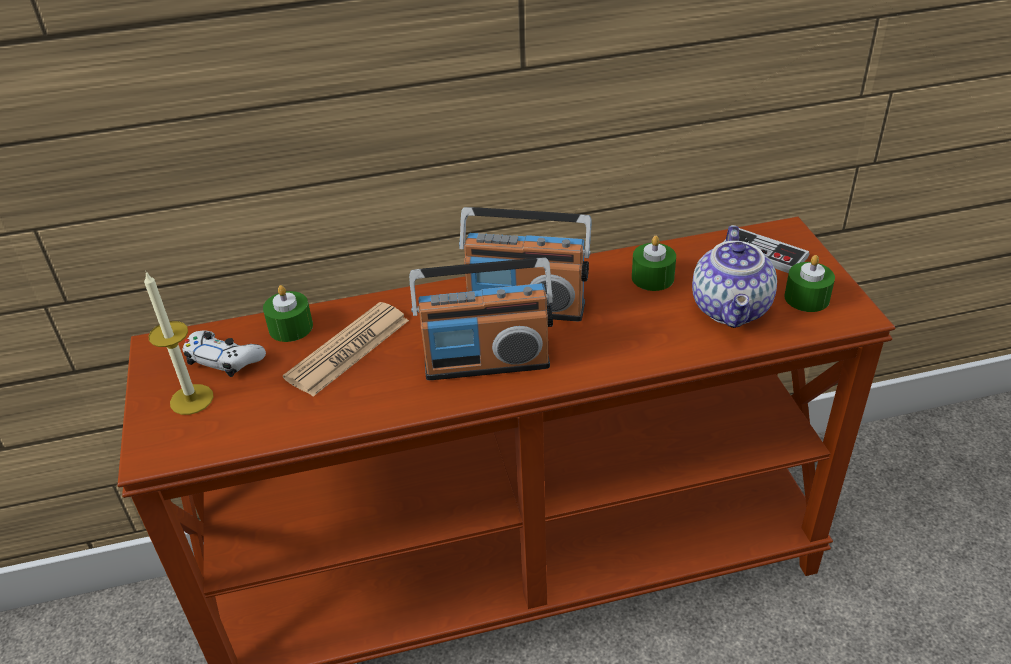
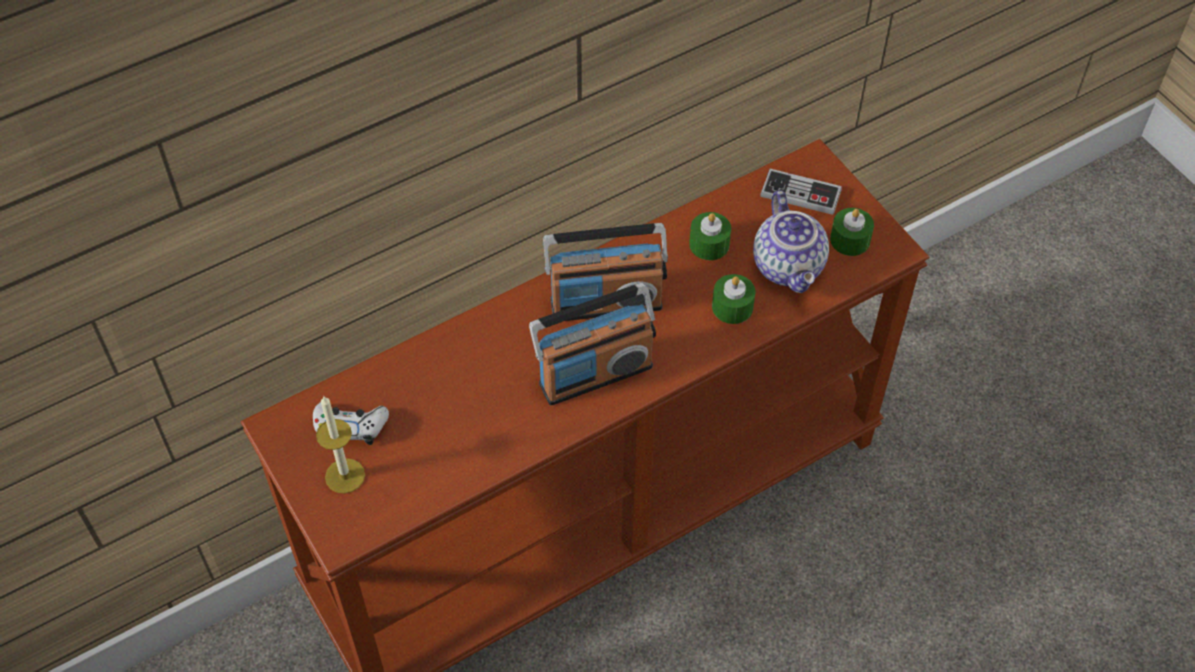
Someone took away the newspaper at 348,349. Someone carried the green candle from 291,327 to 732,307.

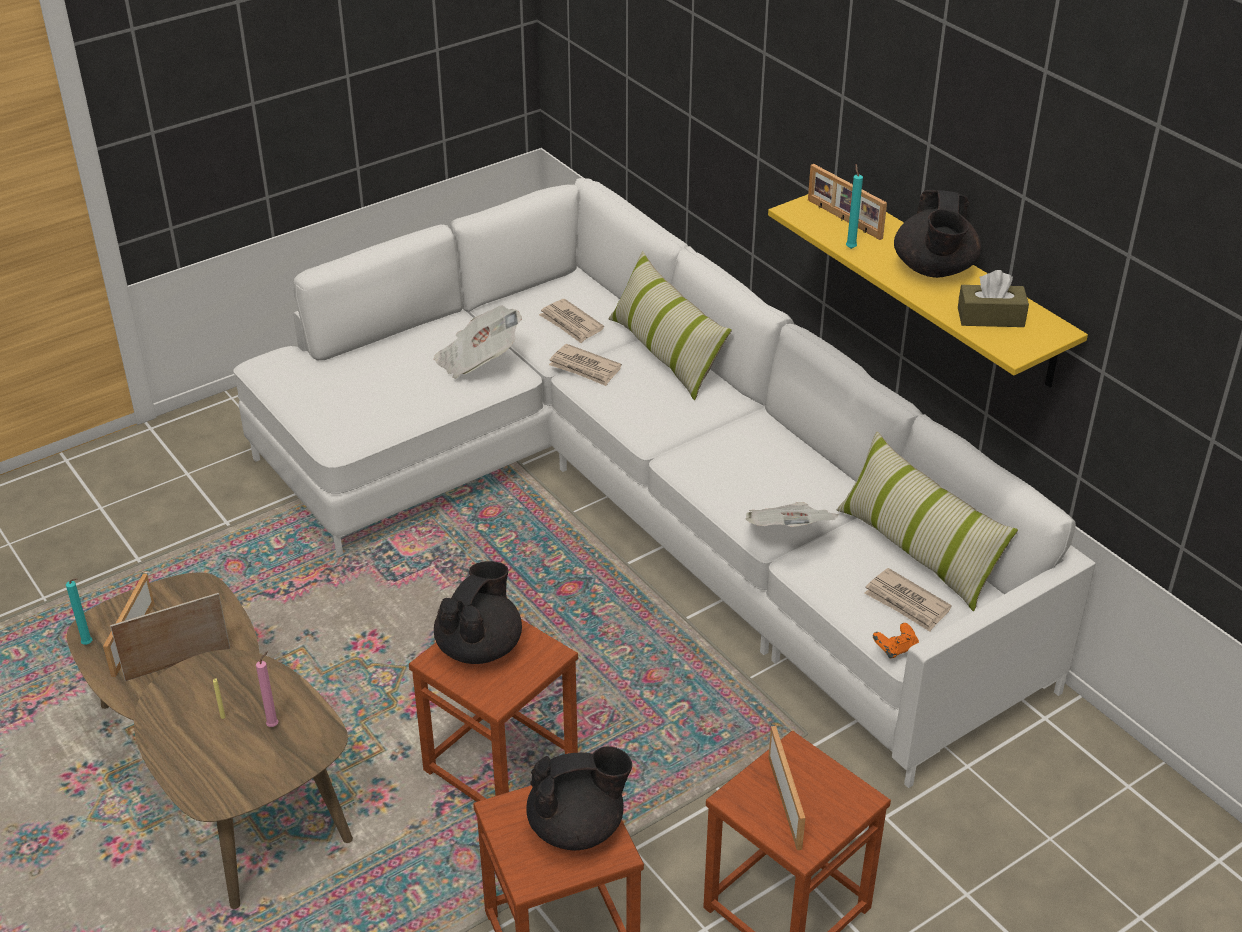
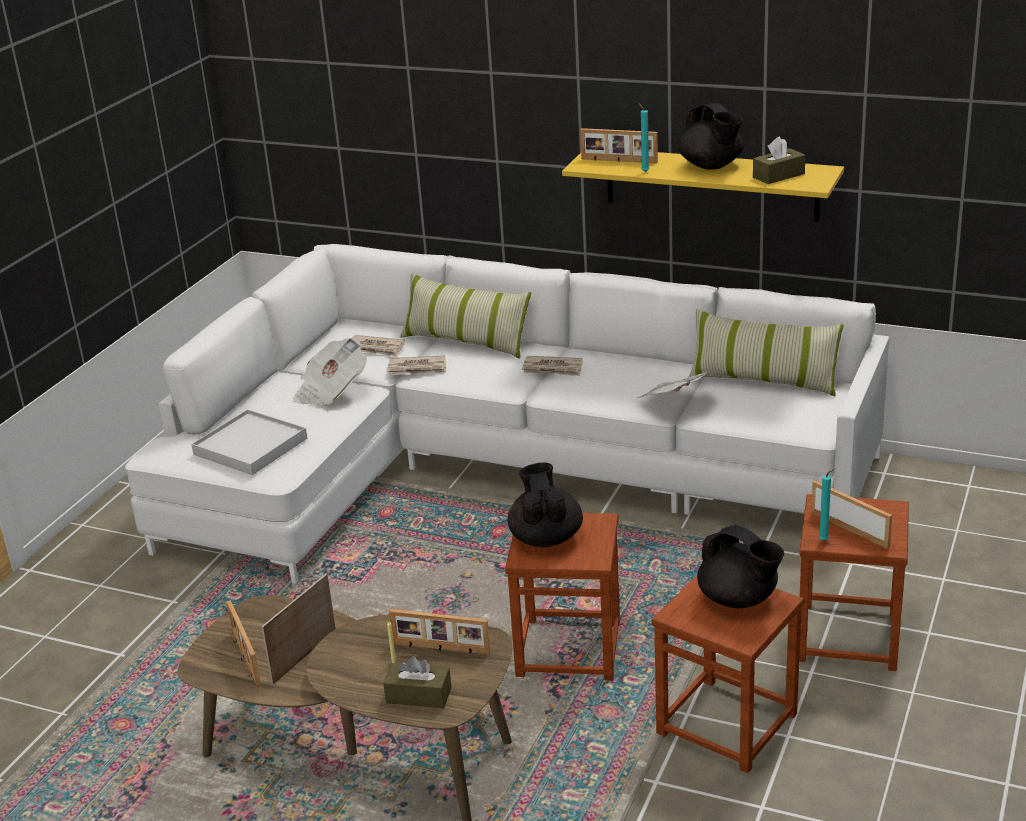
Someone took away the orange game controller at 895,649. Someone put down the white tray at 251,446. Someone put down the brown tissue box at 418,695. Someone carried the turquoise candle from 89,644 to 825,540. Someone carried the newspaper from 907,603 to 553,369. Someone swapped the pink candle at 274,724 for the picture frame at 440,649. Someone rotated the black teapot at 578,827 by 90 degrees clockwise.

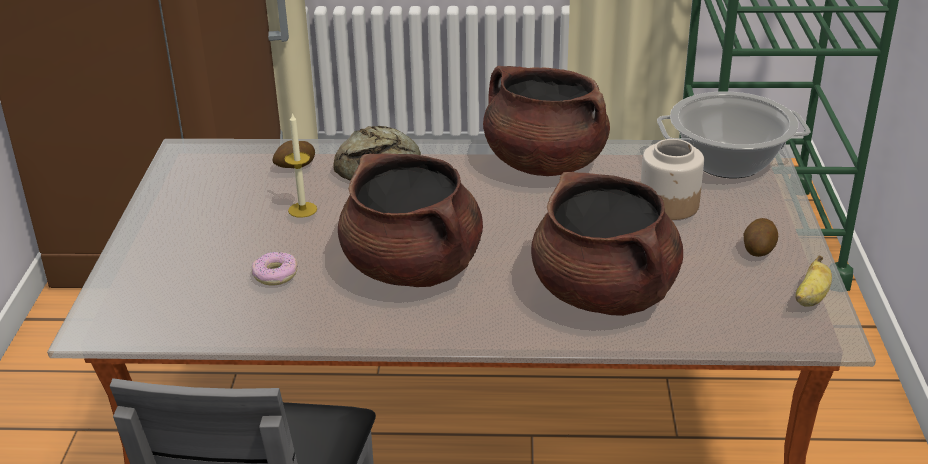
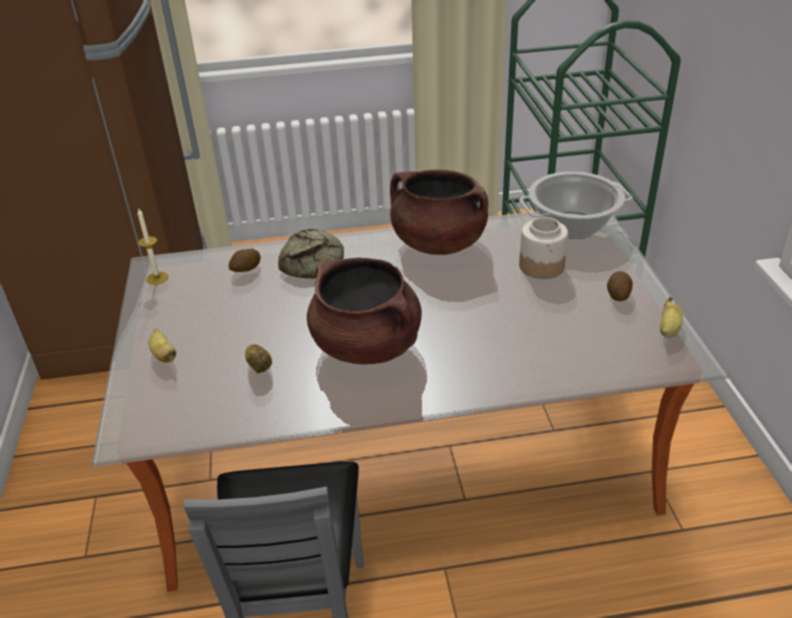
Someone took away the brown cooking pot at 605,294. Someone put down the banana at 164,355. Someone carried the candle from 302,210 to 157,278. Someone swapped the donut at 275,275 for the potato at 260,366.

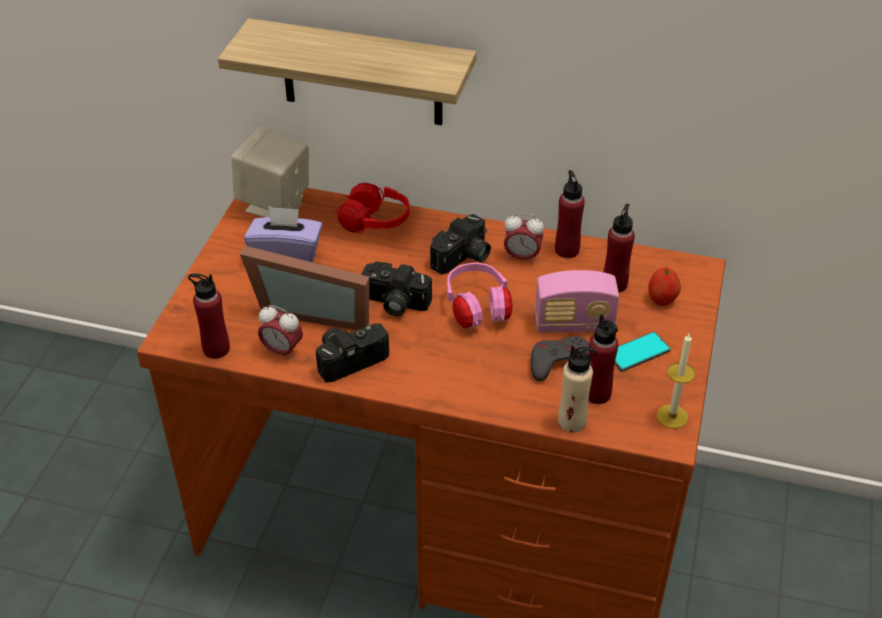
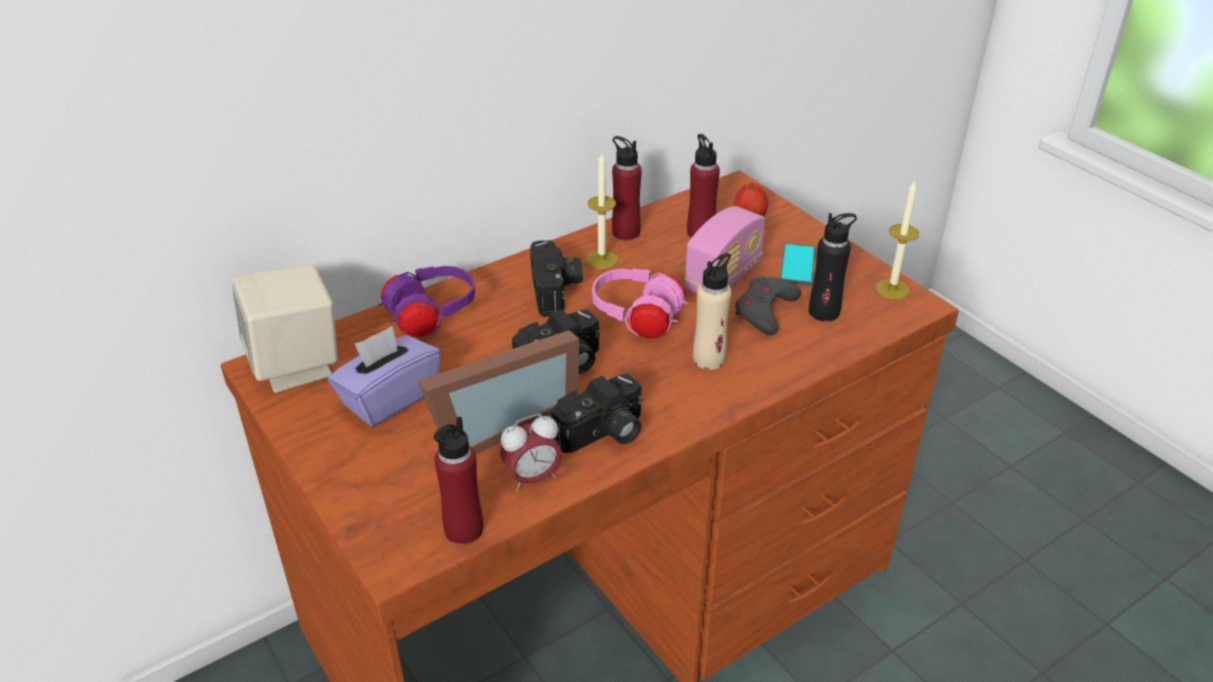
Someone took away the shelf at 362,73. Someone carried the beige bottle from 572,421 to 709,359. Someone swapped the alarm clock at 522,257 for the candle at 602,259. Someone repainted the red headphones at 374,224, which became the purple headphones at 431,317. Someone repainted the red bottle at 597,394, which became the black bottle at 824,312. Someone rotated the photo camera at 350,358 by 135 degrees counterclockwise.

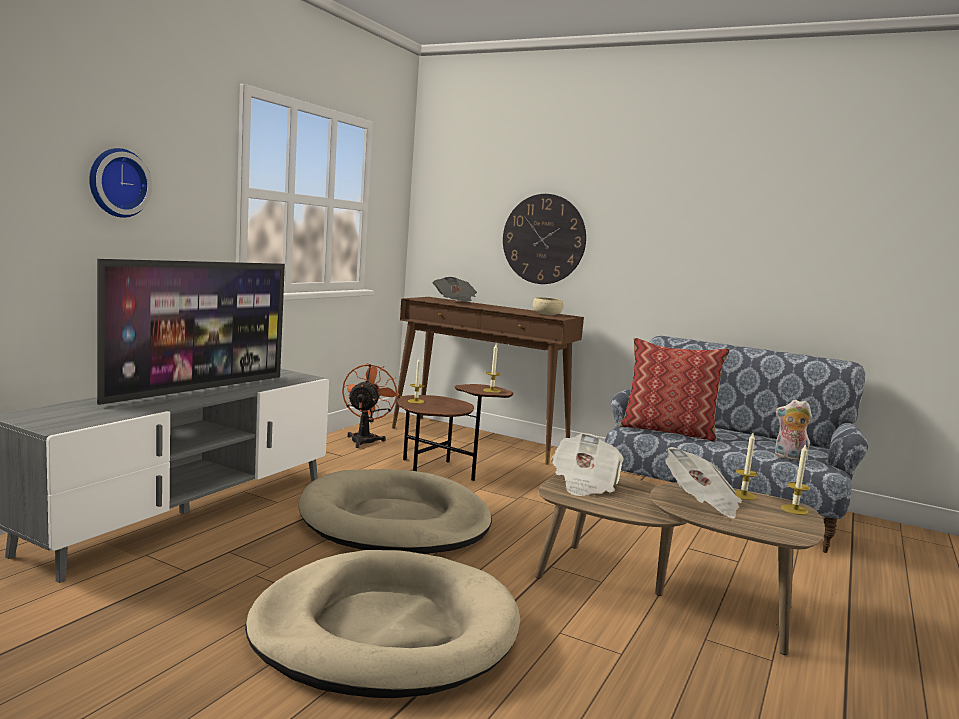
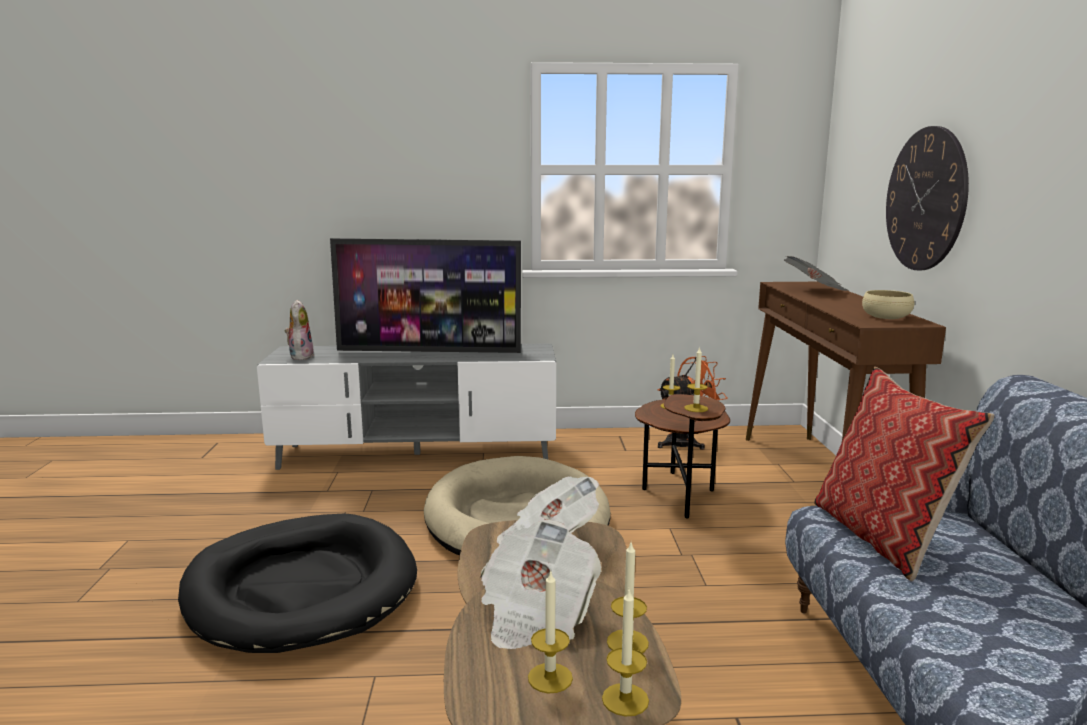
Someone took away the wall clock at 117,183. Someone put down the candle at 550,678. Someone carried the plush toy from 789,458 to 300,356. Someone repainted the beige dog bed at 385,631, which became the black dog bed at 301,588.

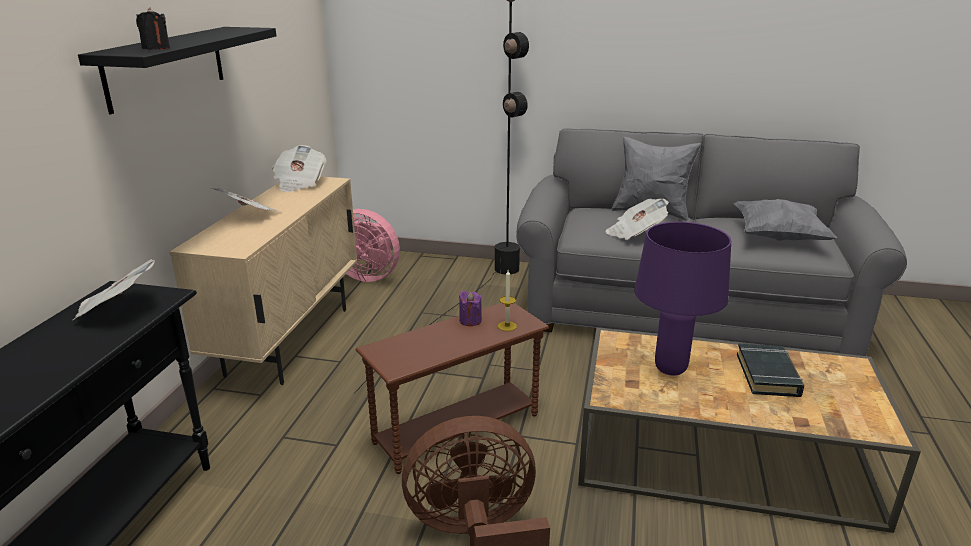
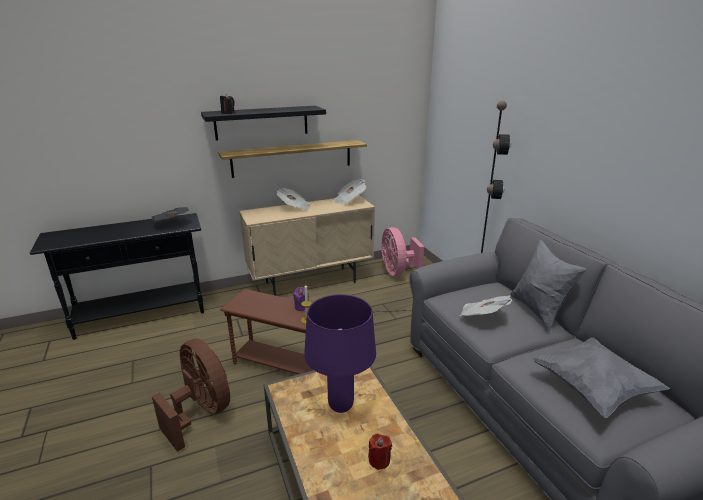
Someone put up the shelf at 292,158. Someone swapped the black book at 768,375 for the red candle at 379,460.

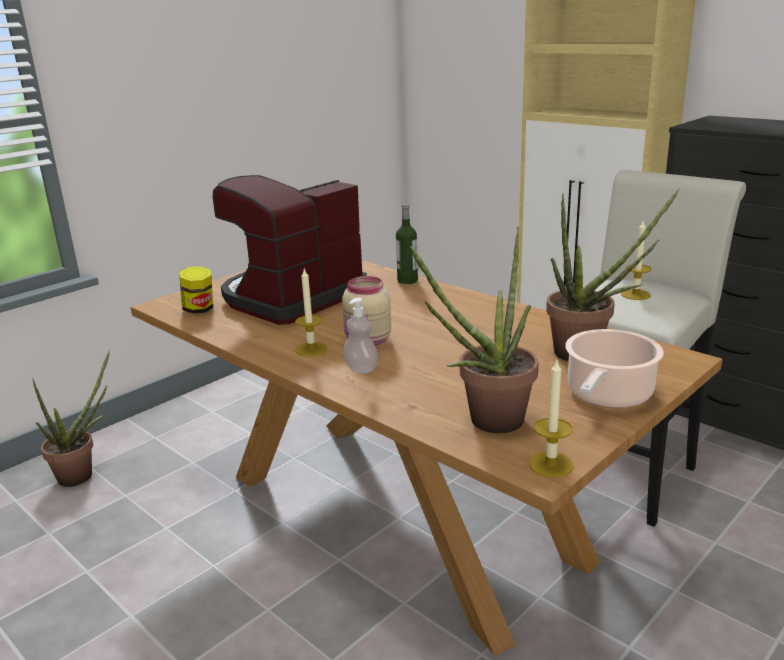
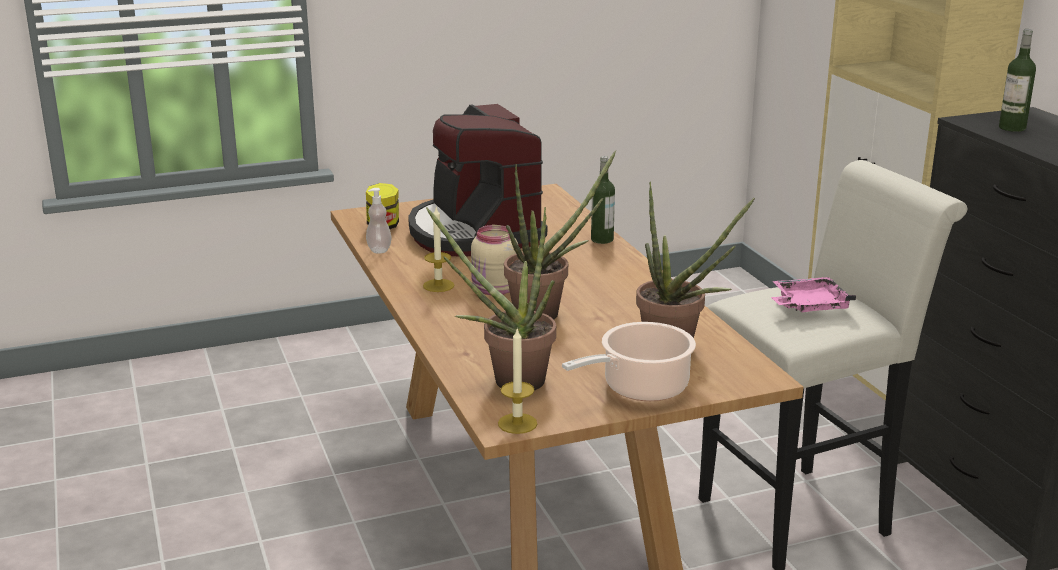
Someone put down the bottle at 1012,128. Someone carried the potted plant from 83,474 to 546,313. Someone carried the soap dispenser from 361,369 to 379,250. Someone swapped the candle at 635,294 for the pink tray at 808,305. Someone rotated the coffee machine at 291,297 by 90 degrees counterclockwise.

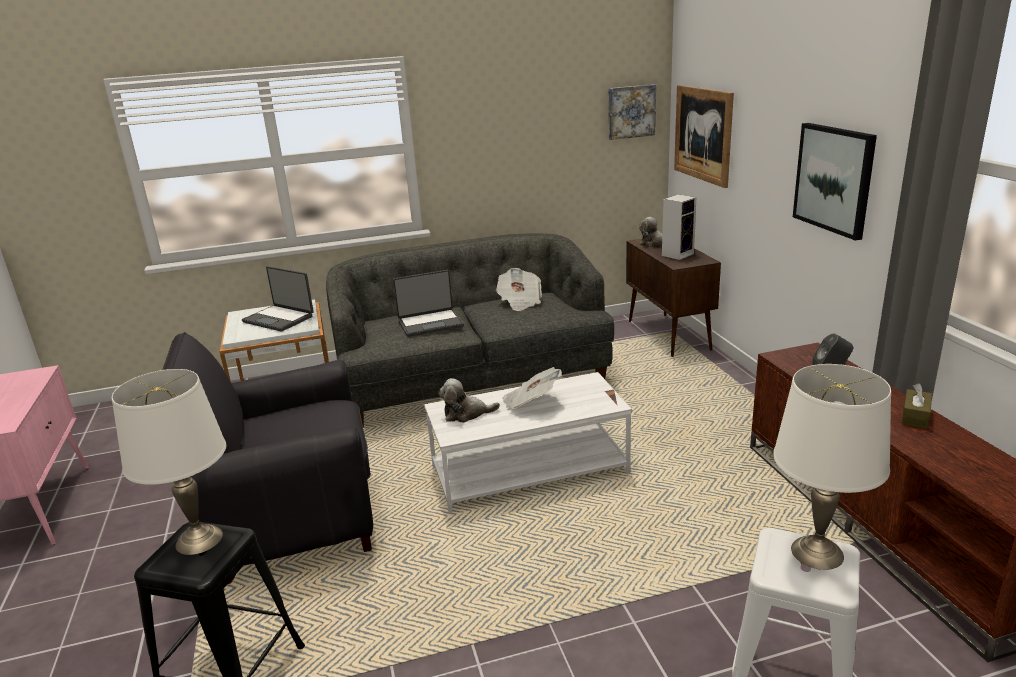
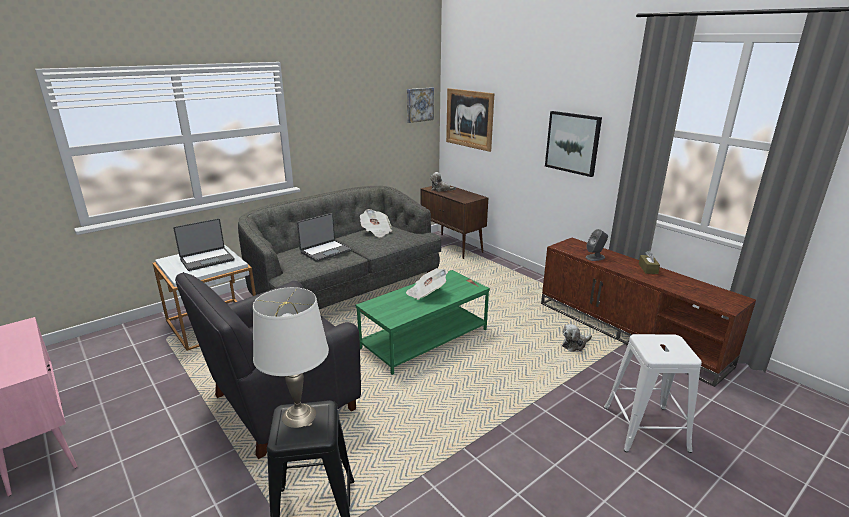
Someone took away the speaker at 678,254. Someone took away the white table lamp at 817,552. Someone carried the plush toy from 466,414 to 575,345. Someone repainted the white coffee table at 529,470, which became the green coffee table at 424,338. Someone rotated the laptop at 279,319 by 45 degrees counterclockwise.

